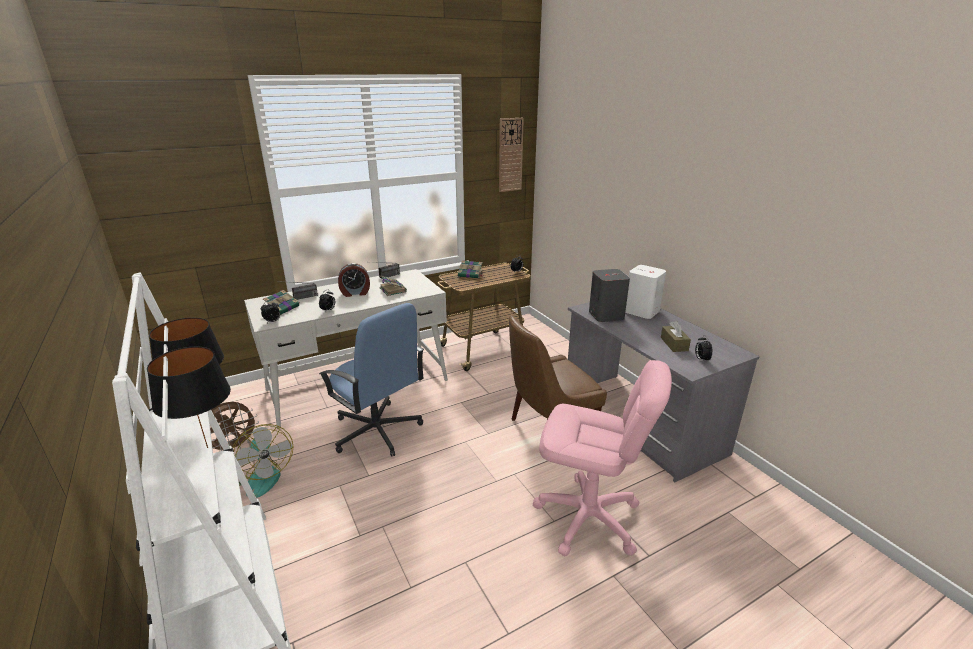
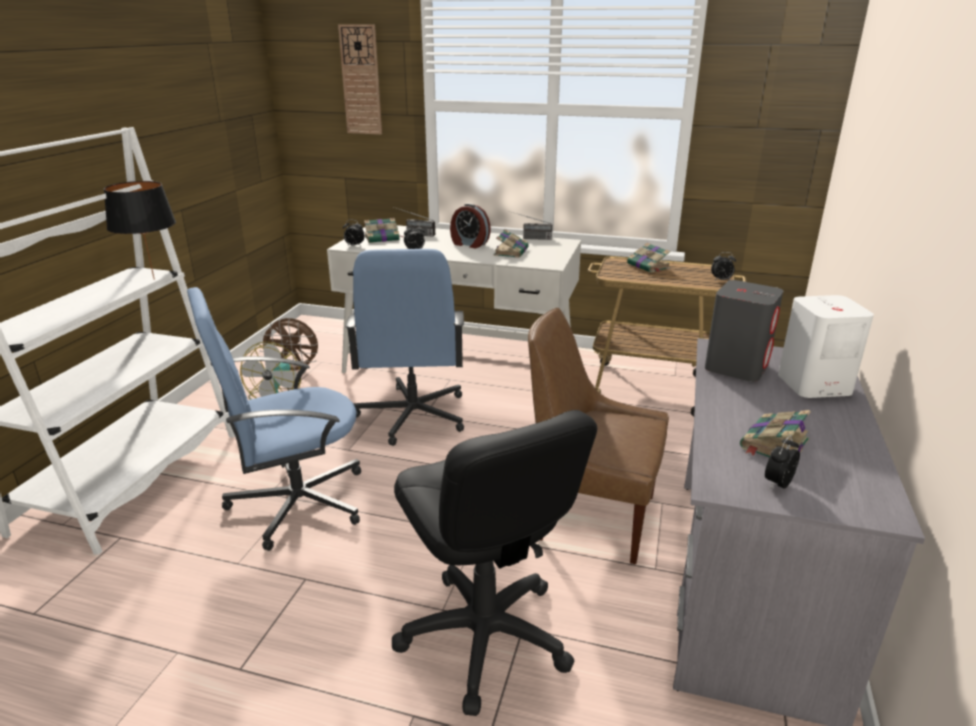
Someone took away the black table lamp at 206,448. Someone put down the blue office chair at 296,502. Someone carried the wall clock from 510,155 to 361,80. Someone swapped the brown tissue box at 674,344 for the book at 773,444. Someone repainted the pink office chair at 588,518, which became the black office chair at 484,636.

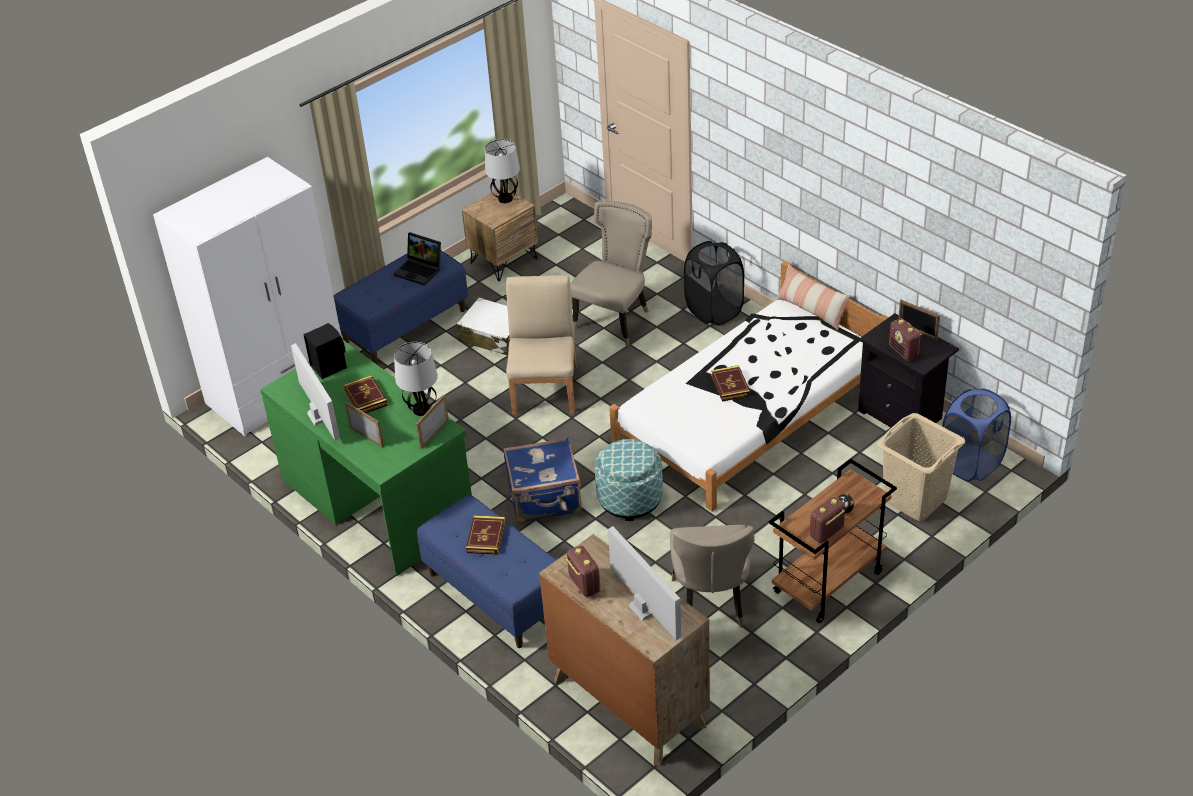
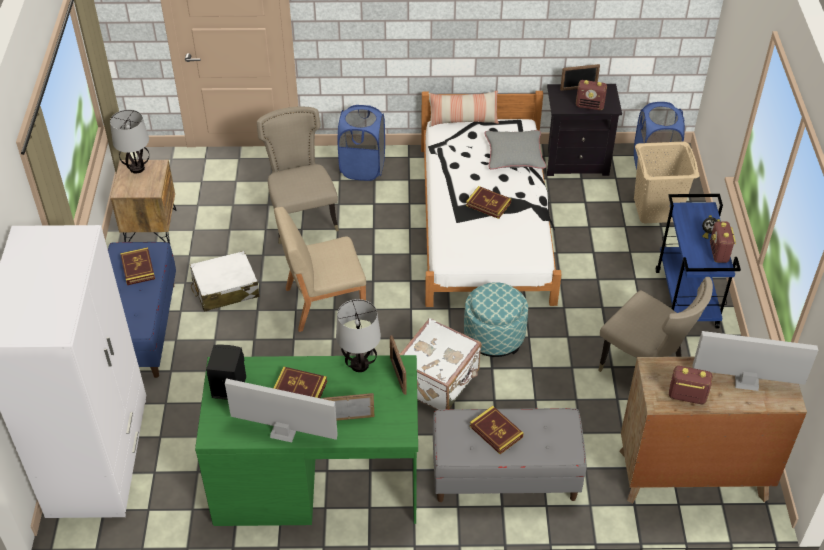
Someone put down the grey pillow at 514,155. Someone swapped the laptop at 420,270 for the book at 138,268. Someone repainted the blue bench at 495,594, which became the grey bench at 504,476. Someone repainted the blue suitcase at 545,499, which became the white suitcase at 439,381. Someone repainted the black laundry basket at 714,311, which became the blue laundry basket at 362,168. Someone repainted the brown cart at 828,583, which became the blue cart at 687,299. Someone rotated the beige chair at 545,389 by 60 degrees counterclockwise.

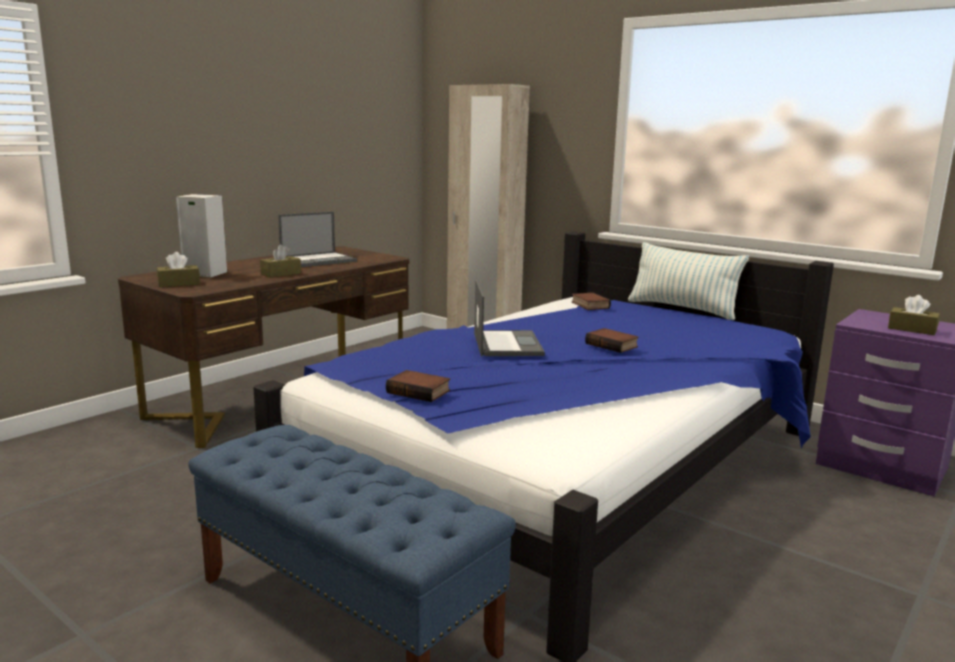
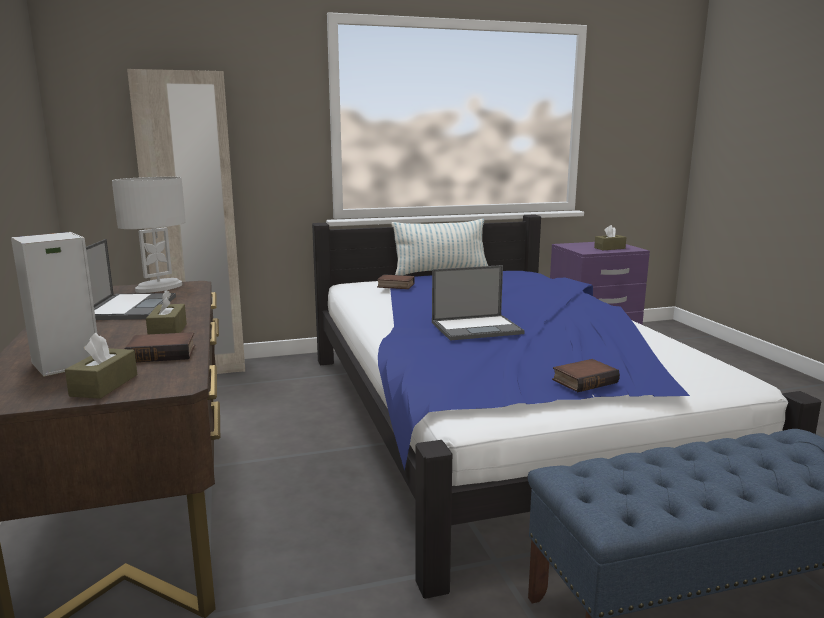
Someone put down the white table lamp at 159,288. Someone carried the book from 613,345 to 163,353. Someone rotated the laptop at 506,344 by 135 degrees clockwise.

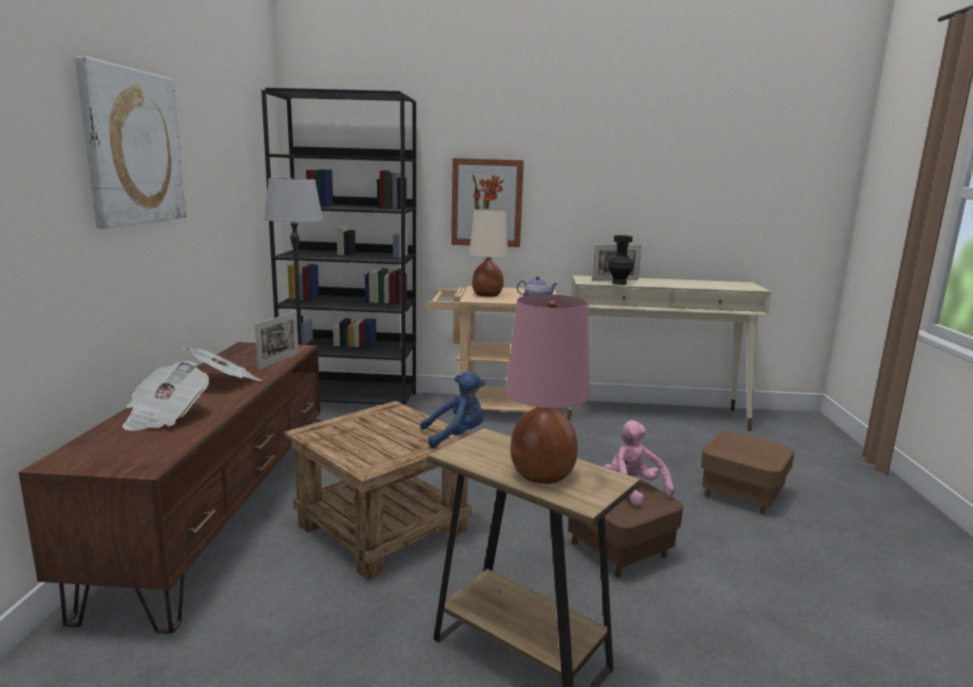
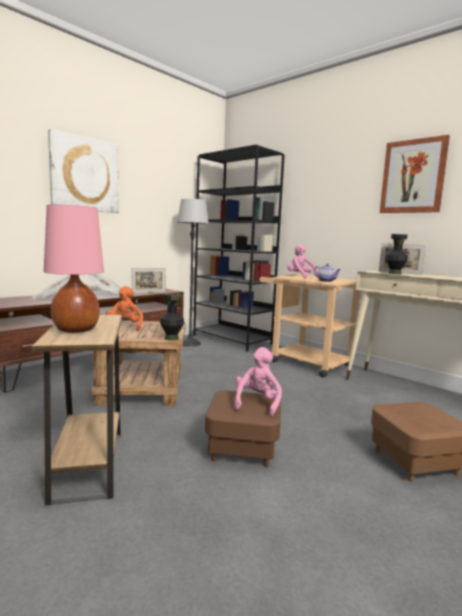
Someone put down the orange plush toy at 124,327. Someone carried the picture from 487,203 to 413,176. Someone swapped the blue plush toy at 456,436 for the black vase at 171,338. Someone swapped the beige table lamp at 487,295 for the pink plush toy at 301,277.

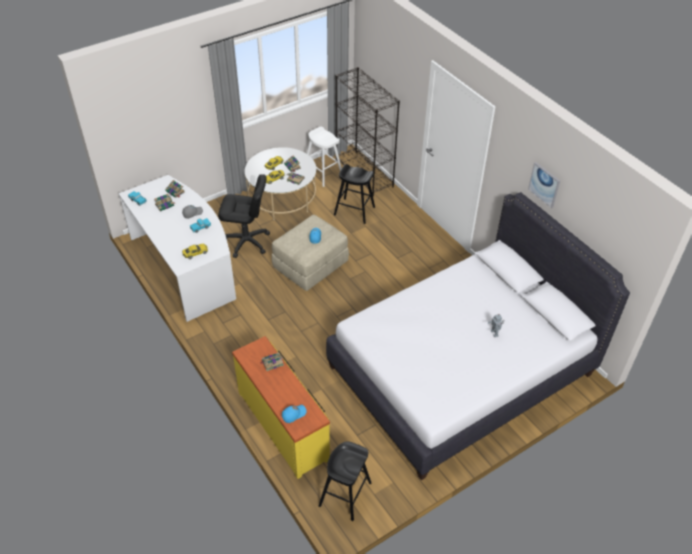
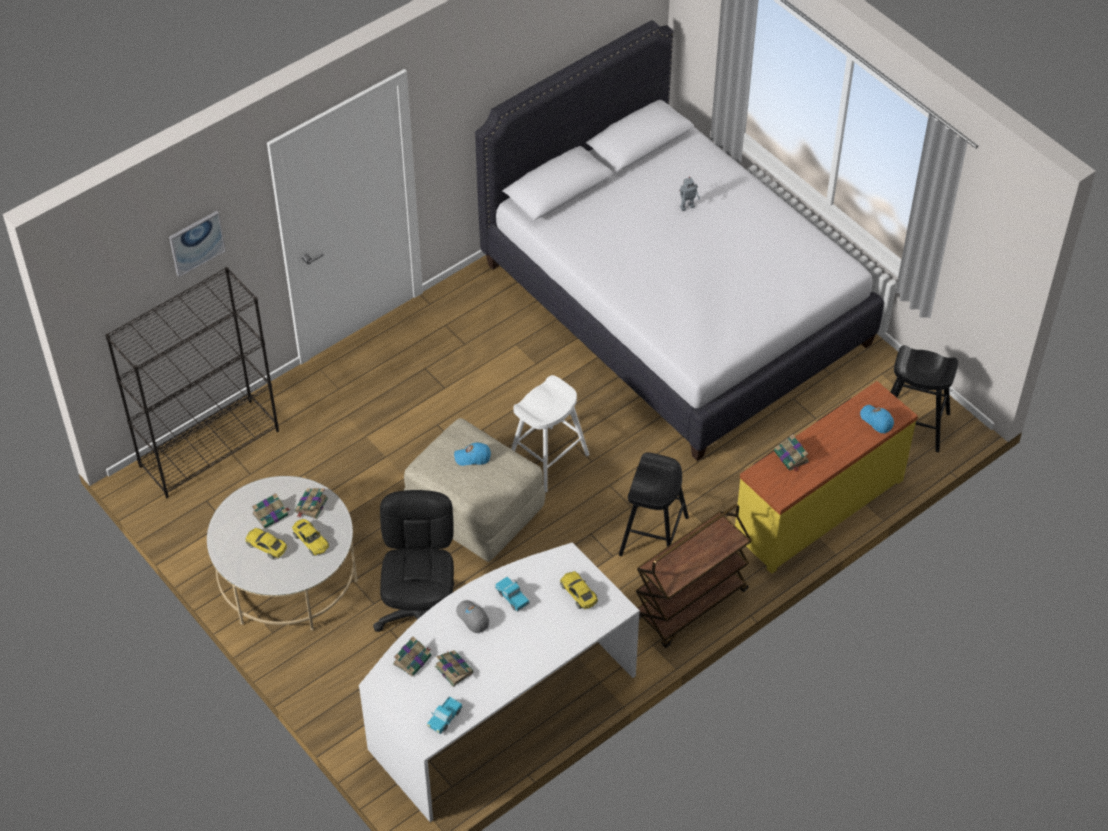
Someone put down the brown cart at 690,605. Someone carried the white stool from 323,173 to 548,459. Someone carried the black stool from 354,211 to 654,535. Someone carried the picture from 544,184 to 196,242.

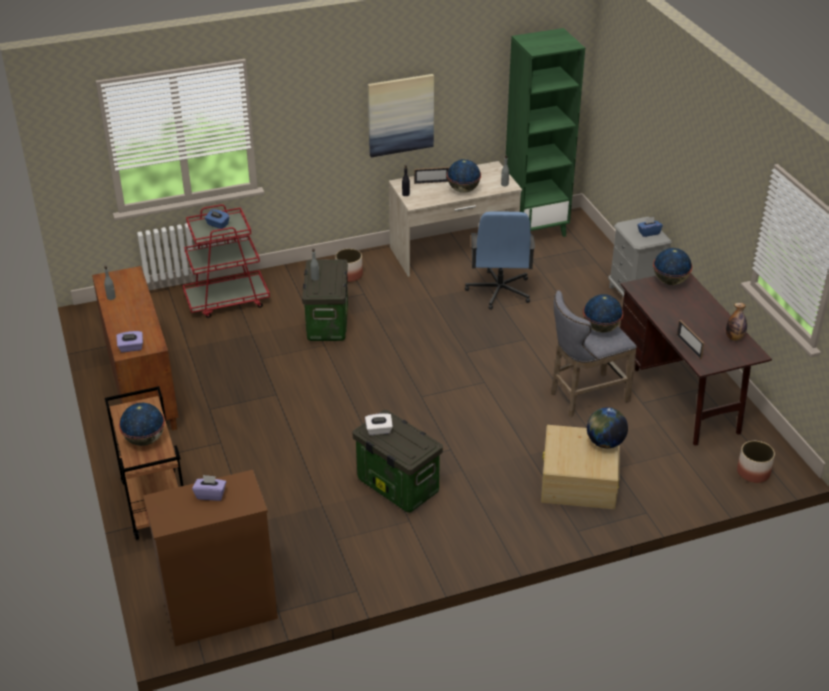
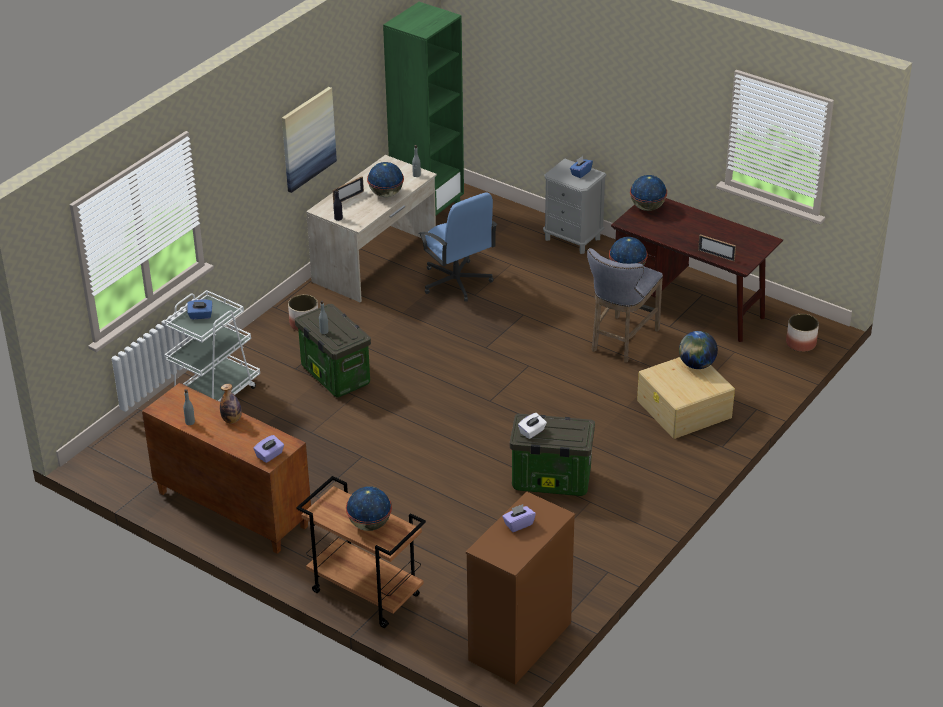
Someone carried the bottle from 734,338 to 232,420. Someone repainted the red cart at 227,300, which became the white cart at 214,395.

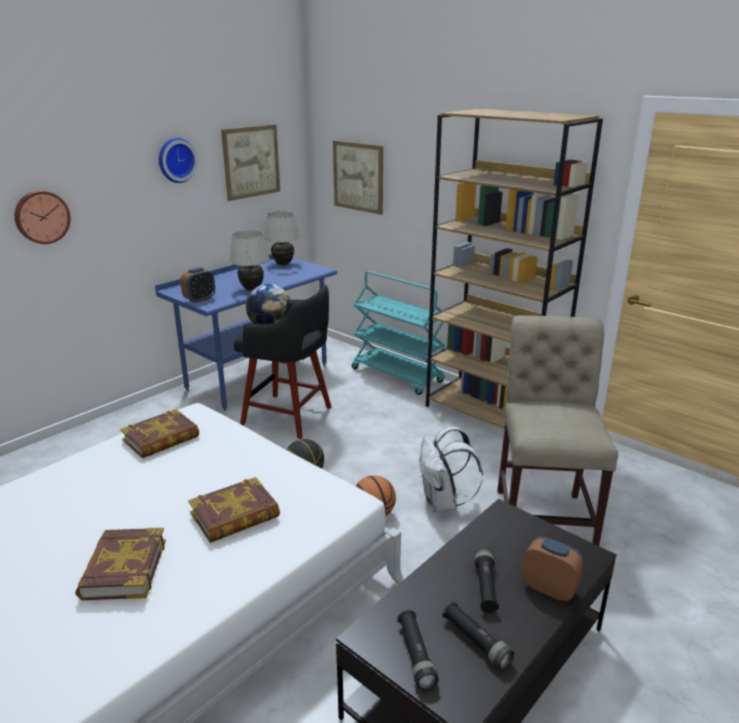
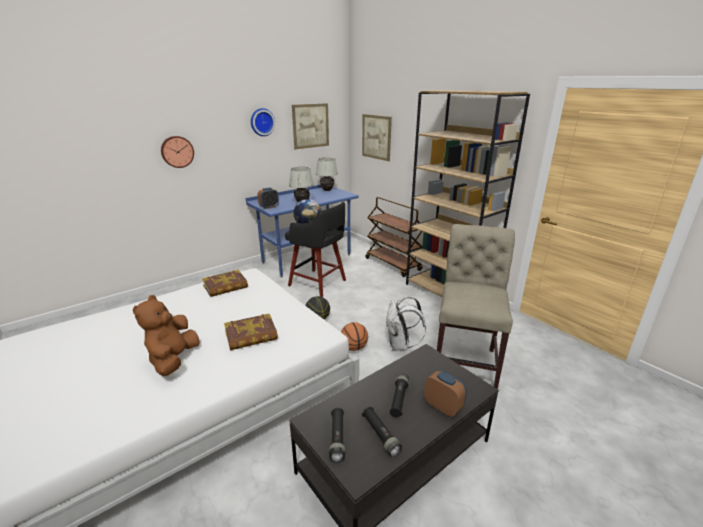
Someone swapped the book at 123,569 for the brown plush toy at 173,360. Someone repainted the turquoise cart at 398,375, which became the brown cart at 393,264.

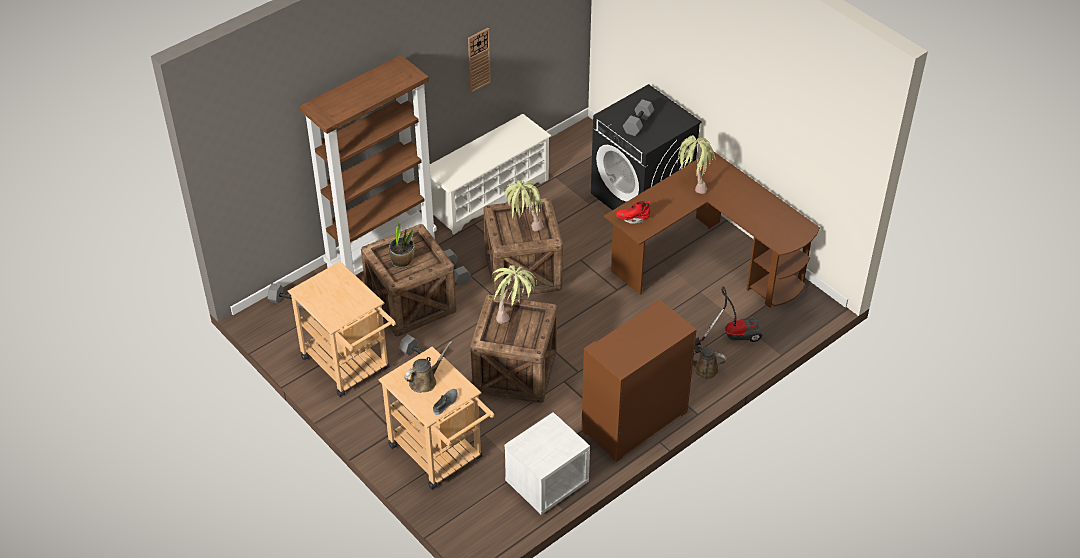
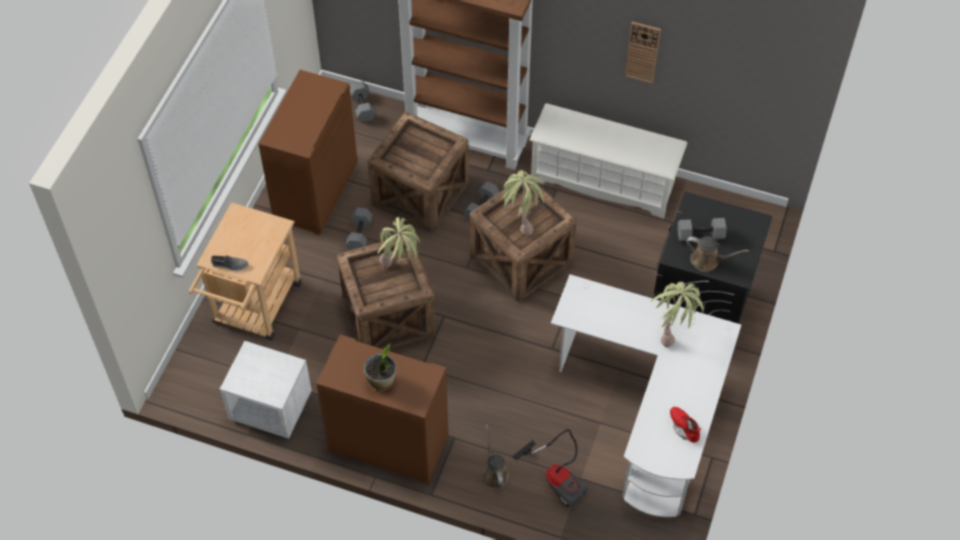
Someone carried the potted plant from 402,261 to 381,381. Someone carried the brown watering can from 425,381 to 707,260. Someone carried the red boot from 632,218 to 684,428. Someone swapped the beige cart at 350,367 for the brown cabinet at 315,190. Someone repainted the brown desk at 709,262, which became the white desk at 649,412.

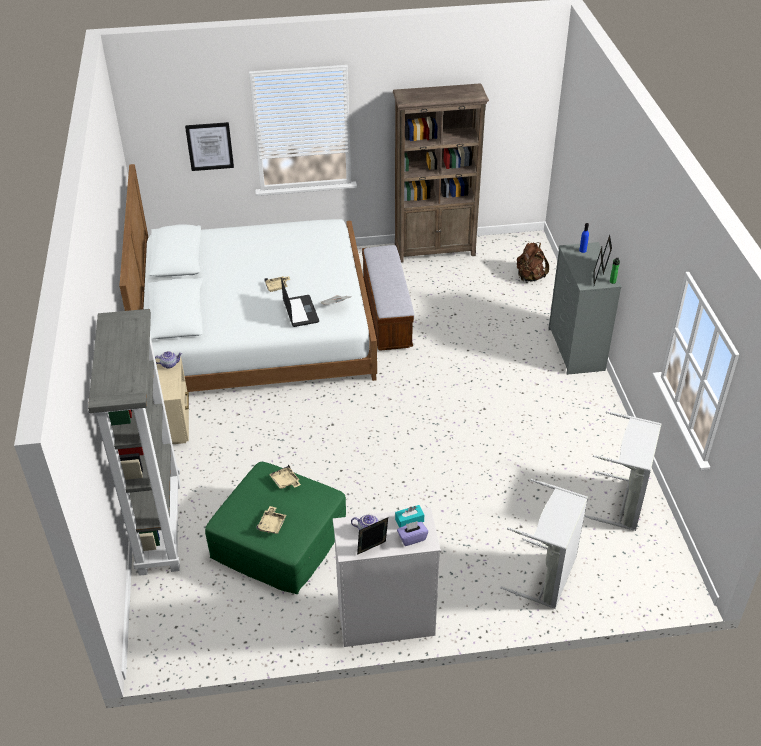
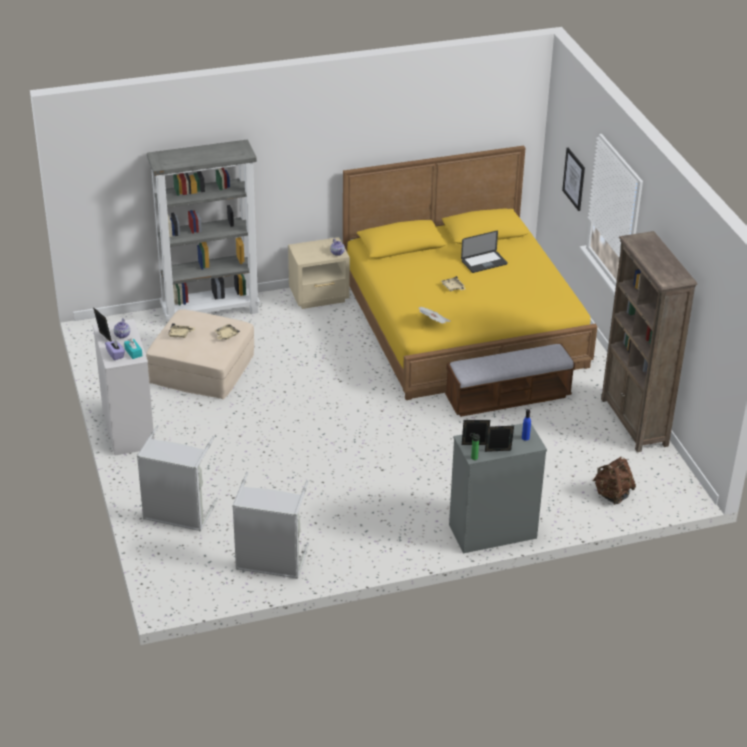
Someone carried the laptop from 300,311 to 484,262. Someone repainted the white bed at 256,326, which became the yellow bed at 462,323. Someone repainted the green ottoman at 278,541, which became the beige ottoman at 201,368.

